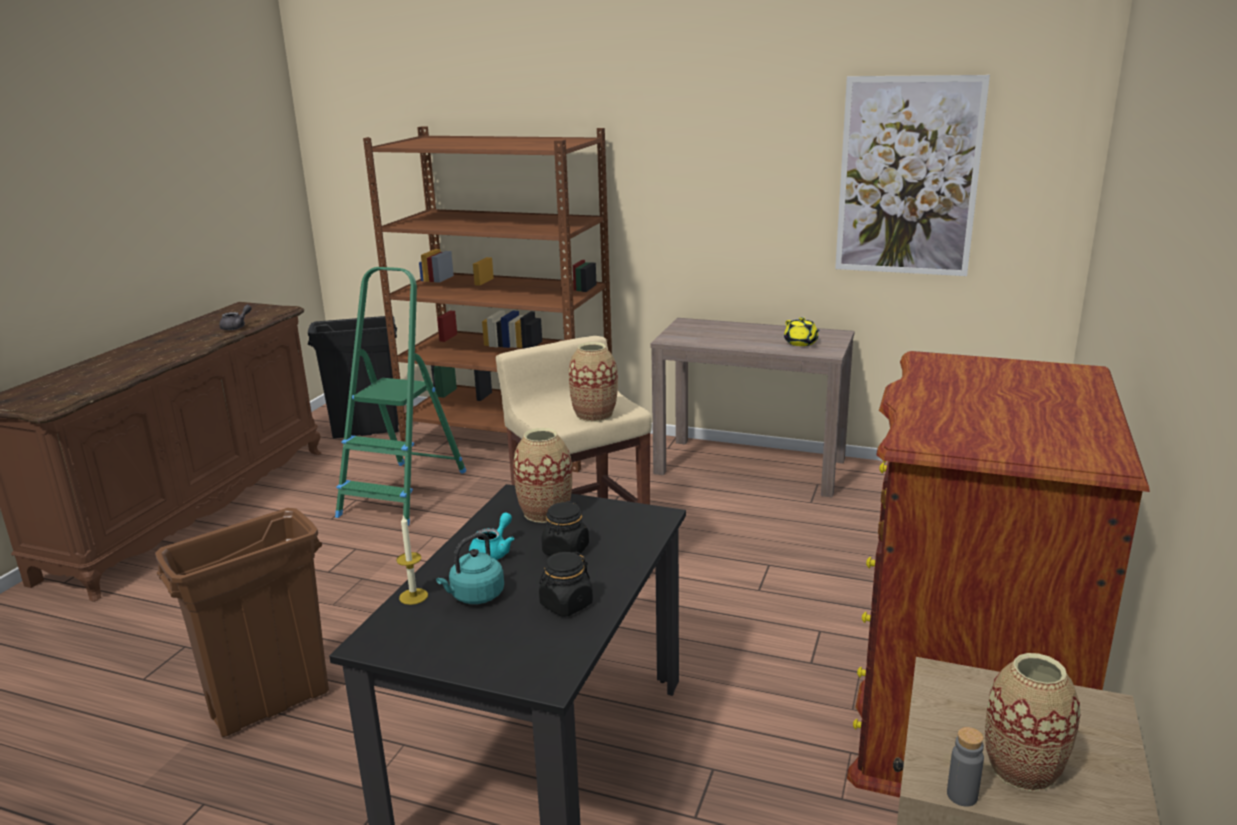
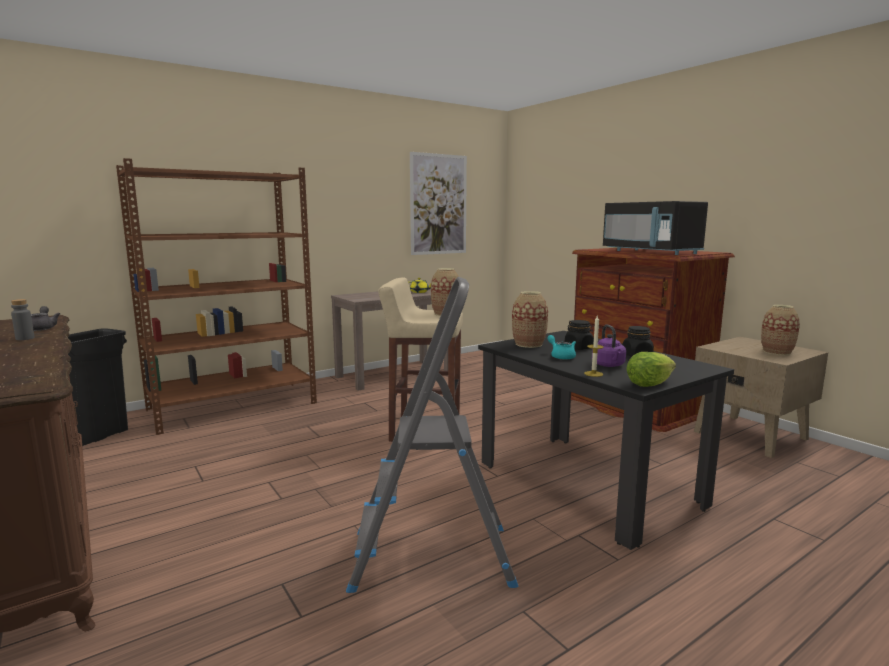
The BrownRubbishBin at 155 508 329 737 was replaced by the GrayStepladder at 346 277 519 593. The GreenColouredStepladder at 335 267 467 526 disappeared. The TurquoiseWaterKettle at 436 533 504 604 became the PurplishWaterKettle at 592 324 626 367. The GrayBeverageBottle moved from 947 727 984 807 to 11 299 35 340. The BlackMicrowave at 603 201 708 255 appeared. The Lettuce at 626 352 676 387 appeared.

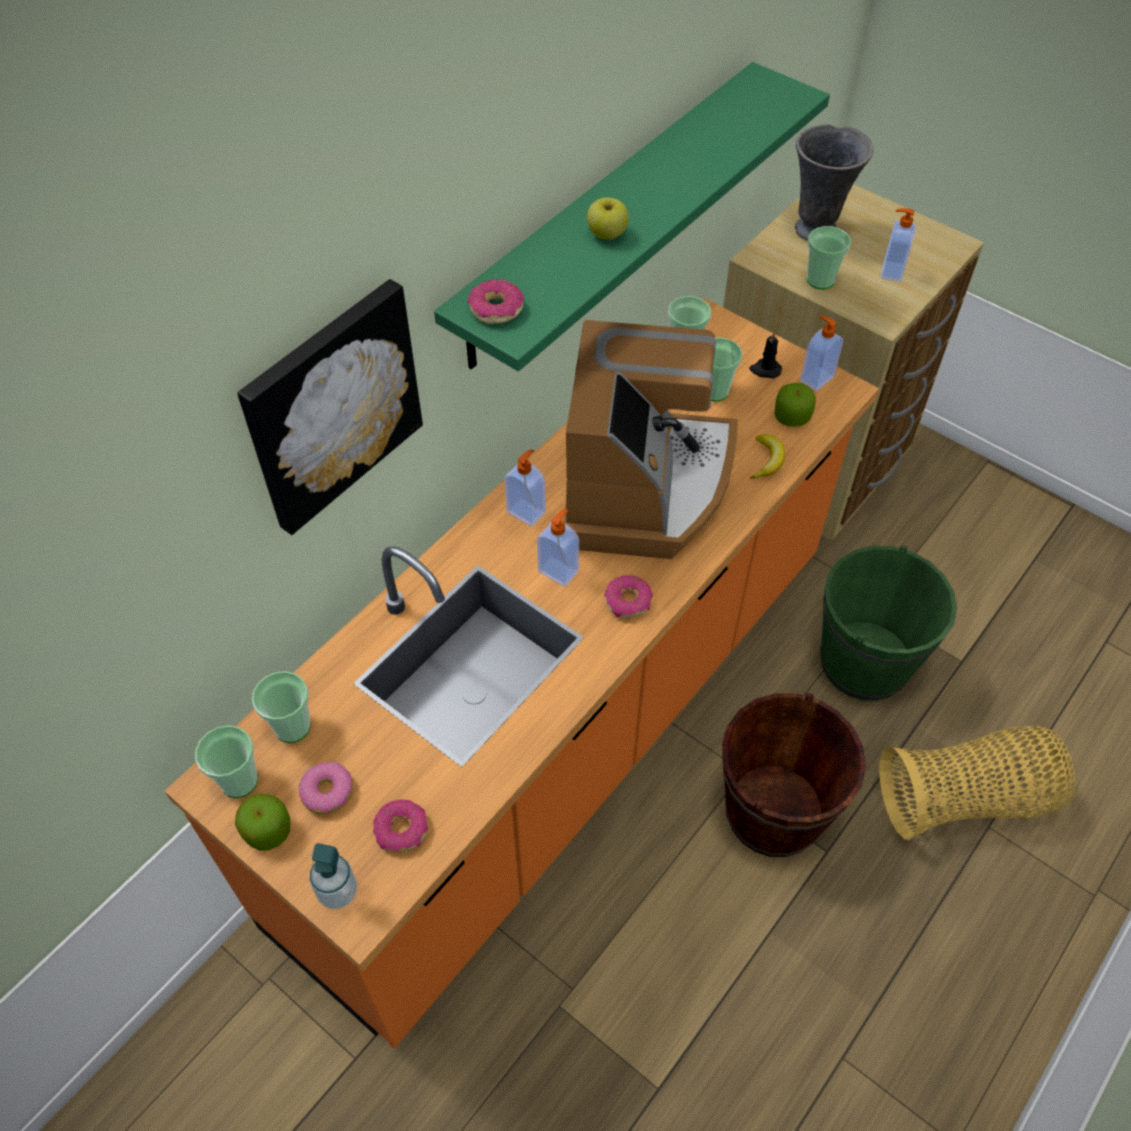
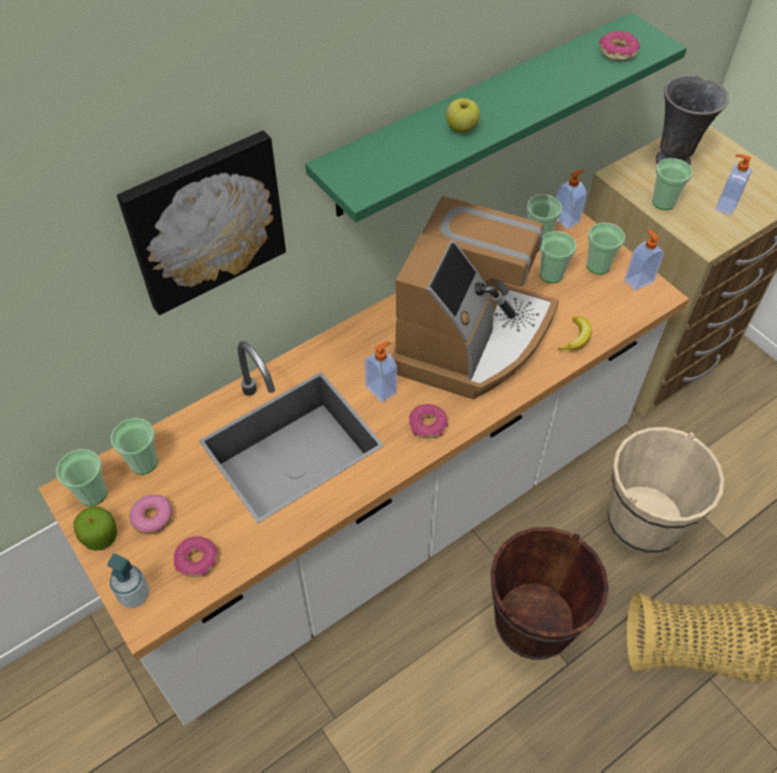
The OrangeyKitchenBaseUnit at 165 297 879 1048 became the WhiteKitchenBaseUnit at 38 212 689 726. The Donut moved from 467 279 524 324 to 599 31 640 61. The LiquidSoapBottle moved from 505 449 546 527 to 556 169 586 229. The BlackWaxCandle at 749 332 782 378 was replaced by the SmallCup at 587 222 625 274. The Apple at 775 383 816 427 disappeared. The GreenColouredPail at 820 545 957 701 became the BeigeColouredPail at 607 427 724 554.

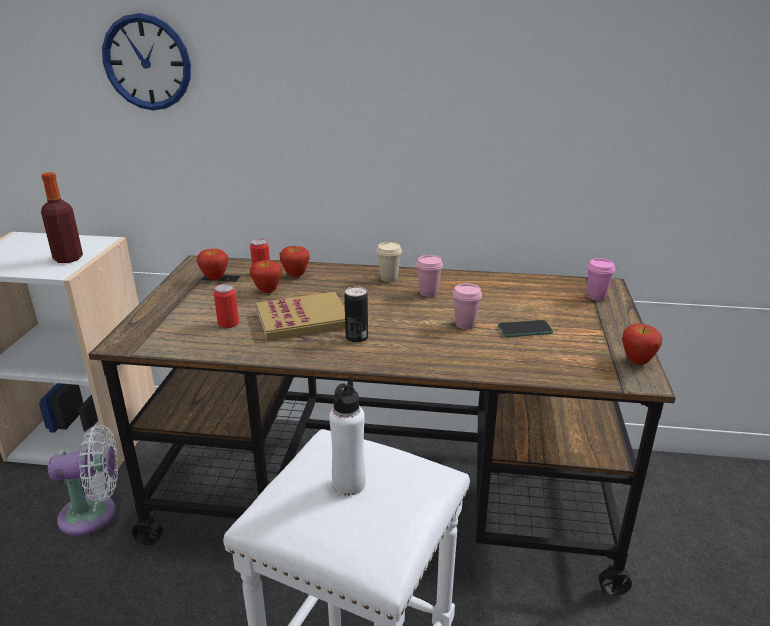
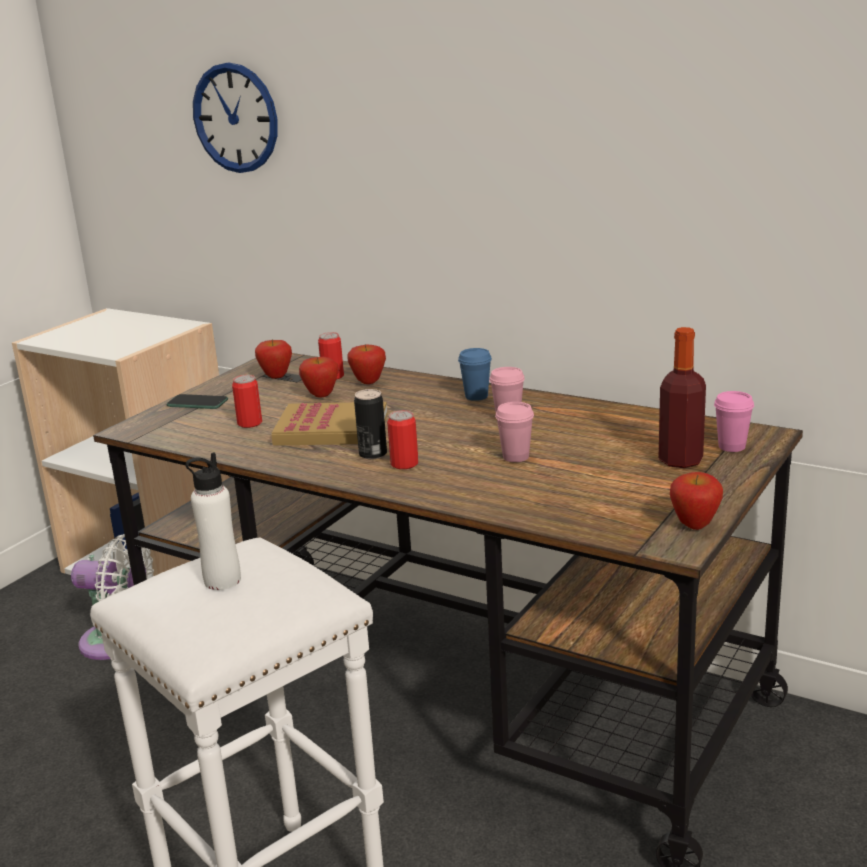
The BeverageBottle moved from 41 172 83 263 to 659 327 706 468. The BeigeColouredSmallCup at 376 242 402 282 became the BlueSmallCup at 458 348 492 401. The Handset moved from 498 320 553 337 to 167 394 228 409. The Can at 387 410 419 469 appeared.

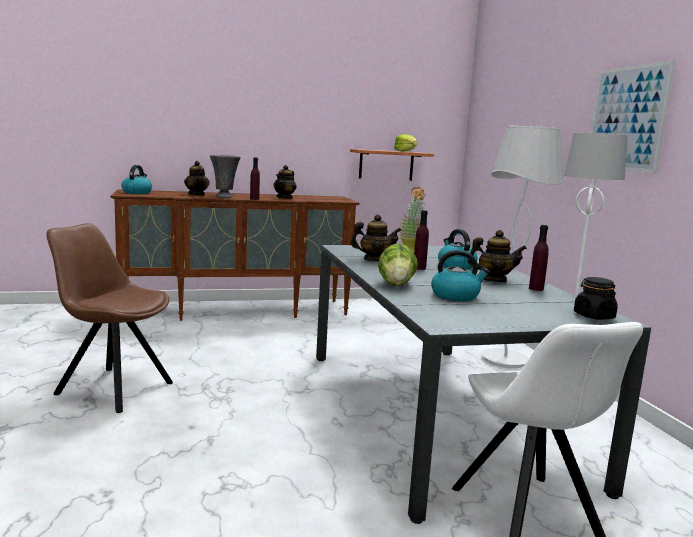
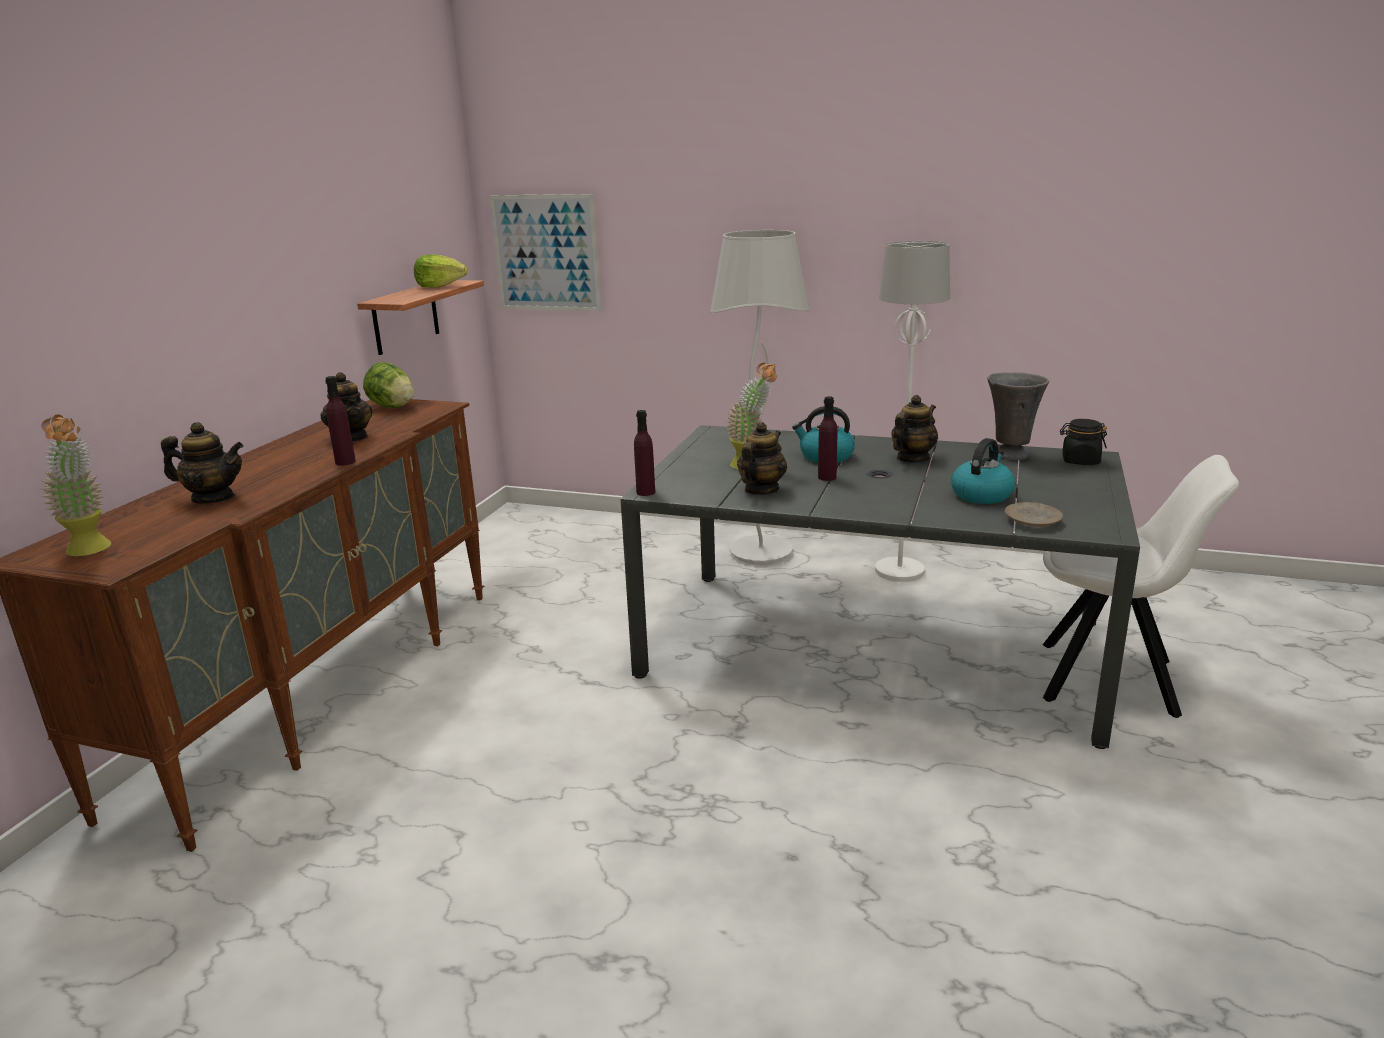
The BrownUprightChair at 46 223 173 413 disappeared. The WaterKettle at 121 165 152 194 was replaced by the PottedPlant at 41 414 111 556. The GrayVase moved from 210 155 241 198 to 987 372 1049 460. The Lettuce moved from 378 243 418 286 to 363 362 414 408. The PurplishBeverageBottle moved from 529 225 549 291 to 634 410 655 496. The WallPicture moved from 591 60 675 173 to 490 194 601 311. The BeigeColouredFlatDish at 1005 502 1063 527 appeared.

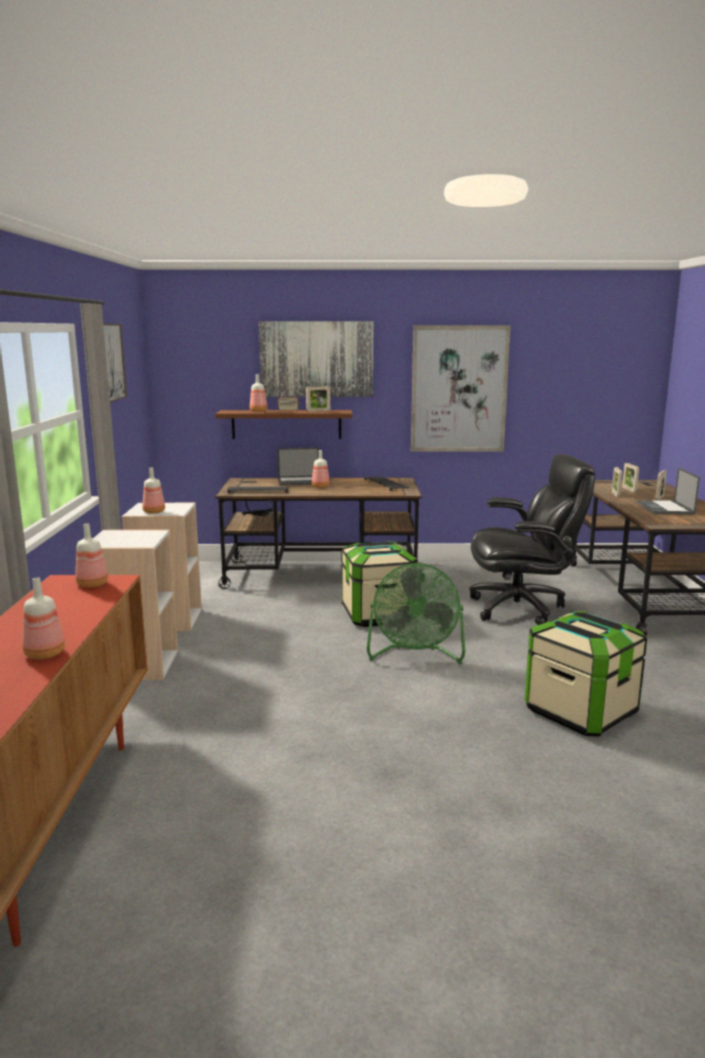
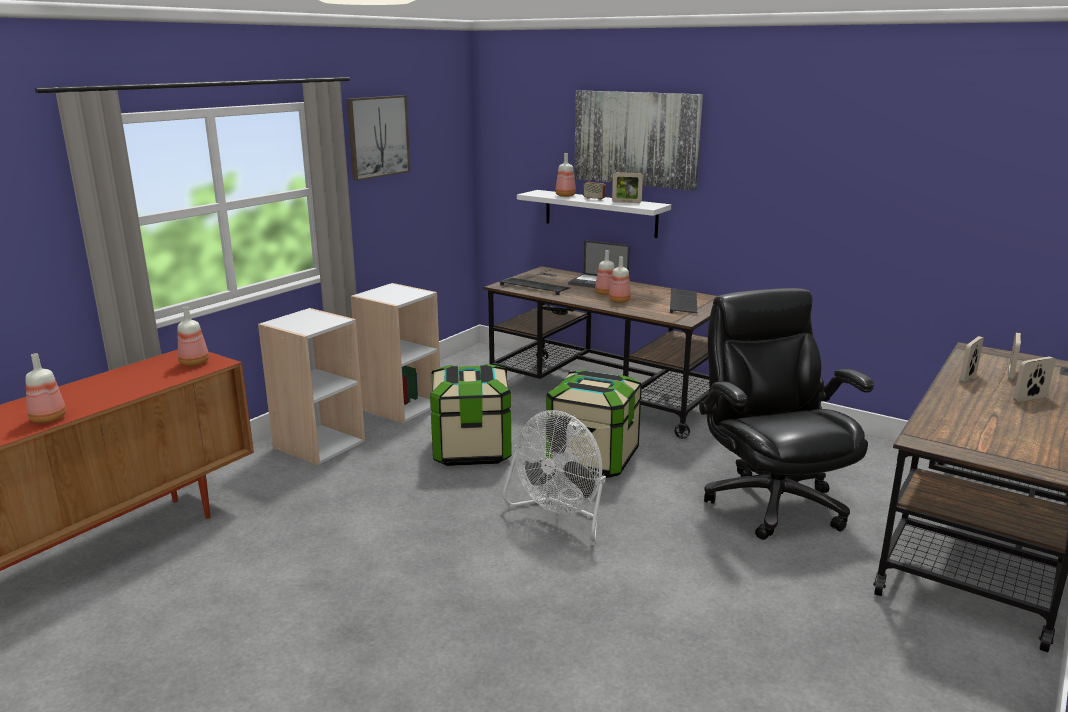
The BeverageBottle moved from 142 468 165 514 to 609 256 631 303. The BrownWallShelf at 215 410 352 439 became the WhiteWallShelf at 517 190 671 238. The GreenColouredFan at 367 563 465 664 became the WhiteFan at 503 410 606 545. The WallPicture at 411 325 511 452 disappeared. The BlackOfficeChair at 469 454 595 625 turned 135 degrees counterclockwise. The StorageBin moved from 525 611 647 737 to 430 364 512 466. The Laptop at 637 467 700 515 disappeared.

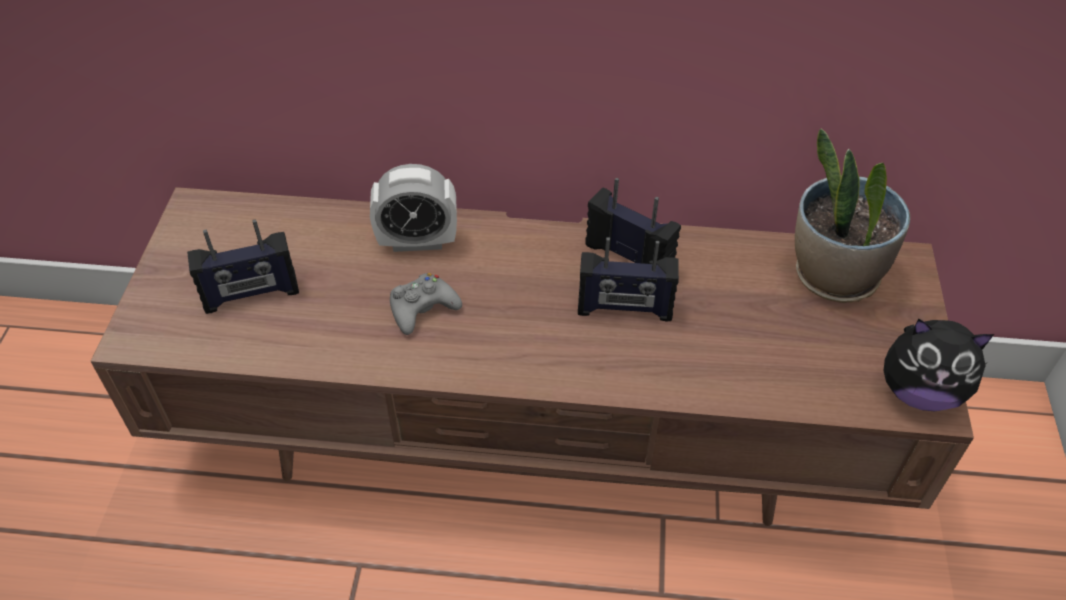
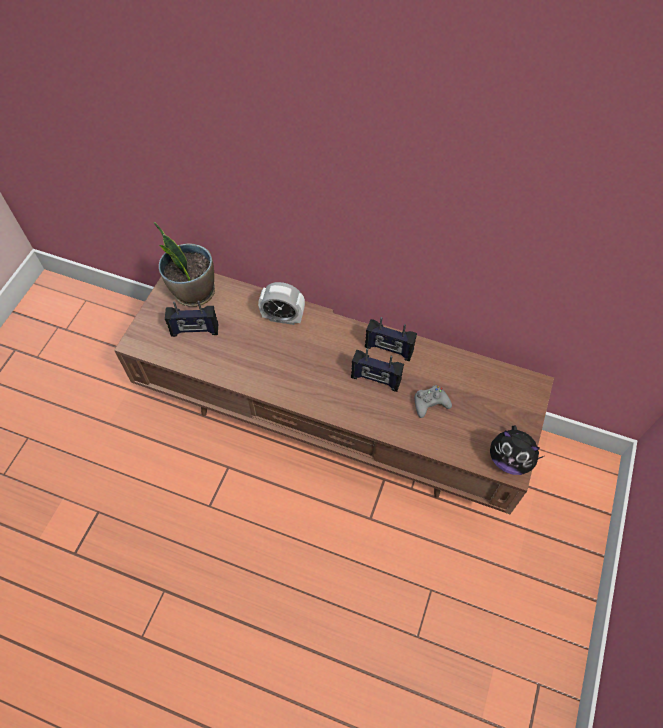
The GrayJoypad moved from 390 273 462 335 to 414 385 452 418. The RadioReceiver at 585 178 681 264 turned 150 degrees clockwise. The PottedPlant moved from 795 129 910 303 to 154 222 215 307.

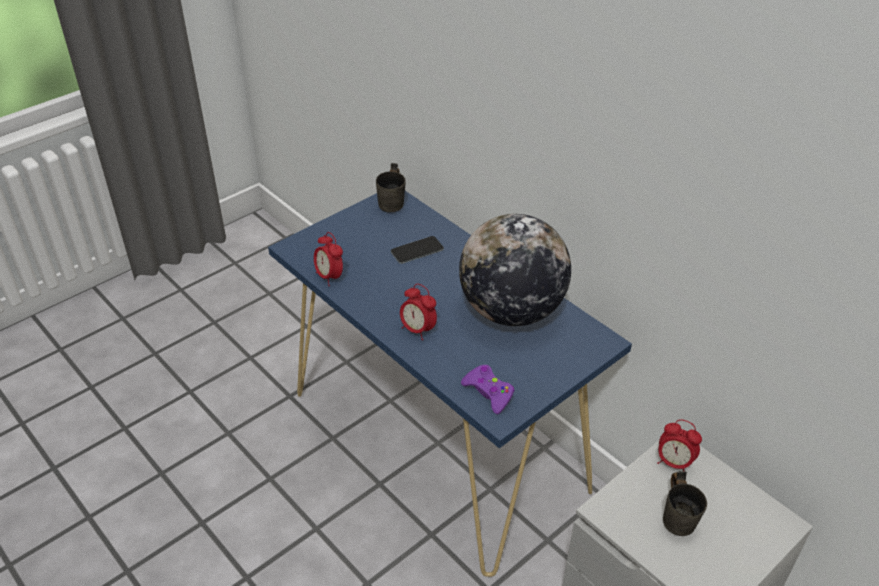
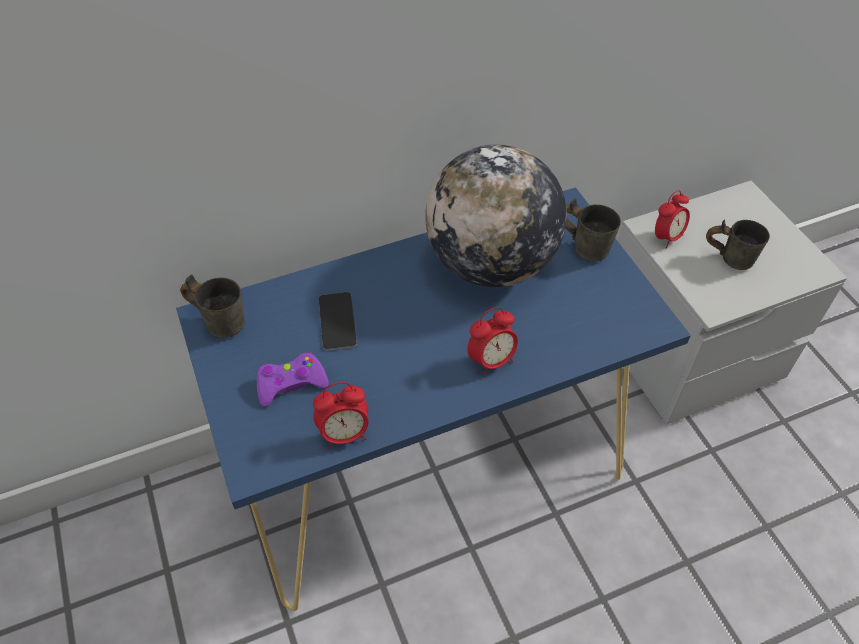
The PurplishJoypad moved from 461 365 514 414 to 257 352 329 407. The GrayCoffeeMug at 565 198 621 261 appeared.

